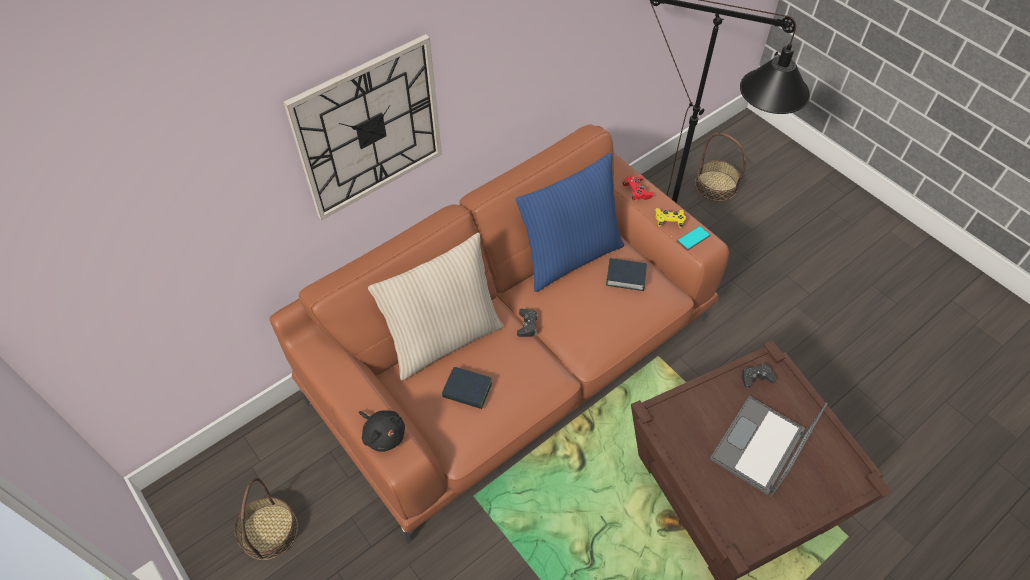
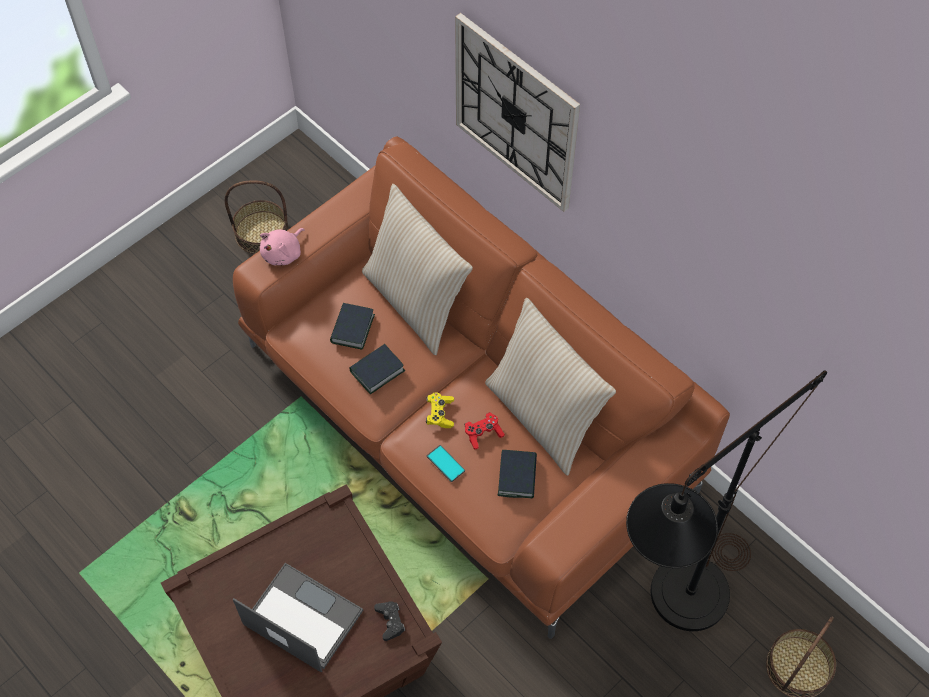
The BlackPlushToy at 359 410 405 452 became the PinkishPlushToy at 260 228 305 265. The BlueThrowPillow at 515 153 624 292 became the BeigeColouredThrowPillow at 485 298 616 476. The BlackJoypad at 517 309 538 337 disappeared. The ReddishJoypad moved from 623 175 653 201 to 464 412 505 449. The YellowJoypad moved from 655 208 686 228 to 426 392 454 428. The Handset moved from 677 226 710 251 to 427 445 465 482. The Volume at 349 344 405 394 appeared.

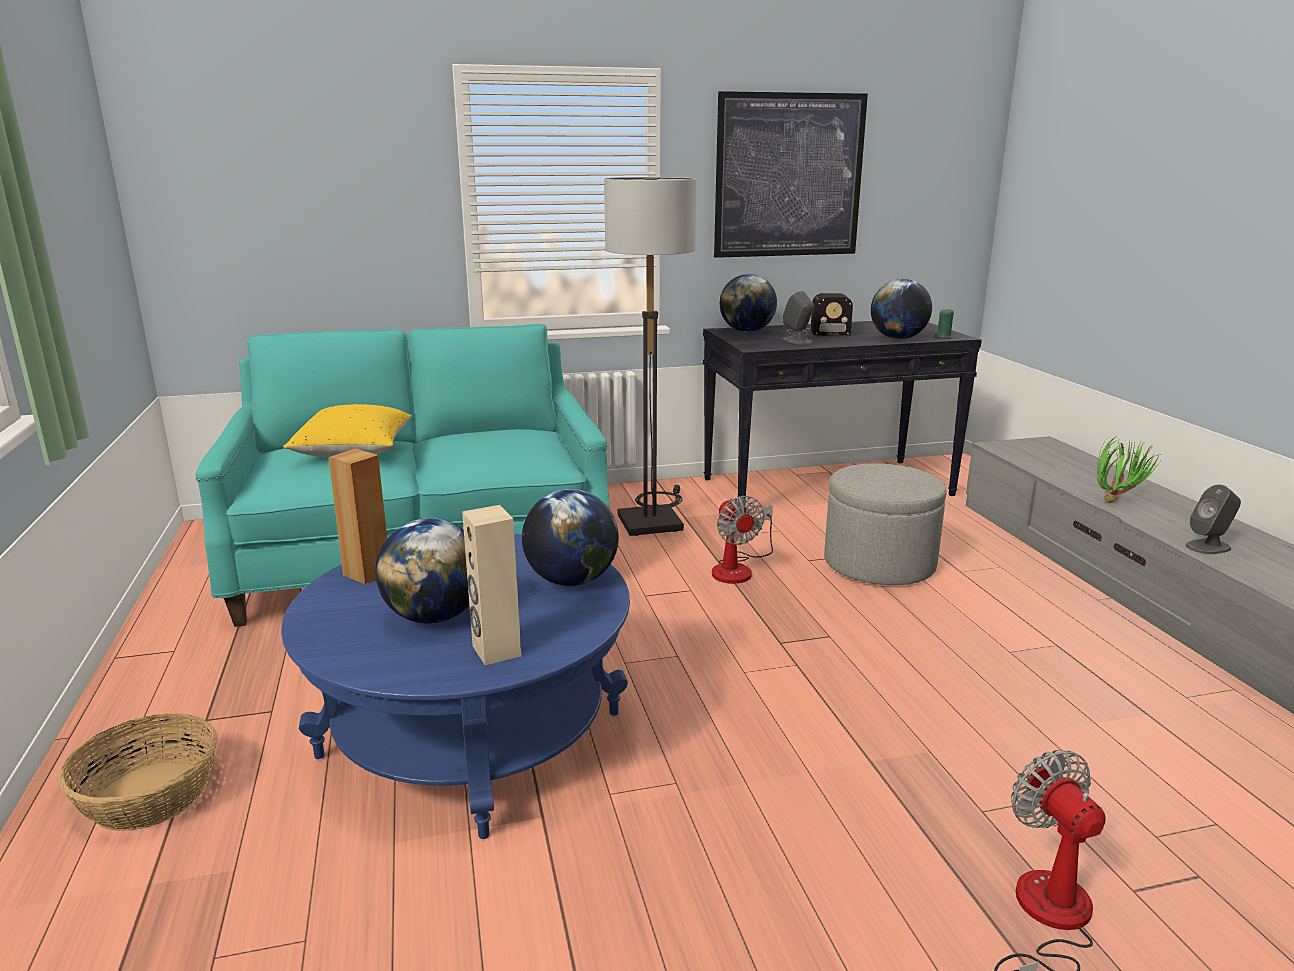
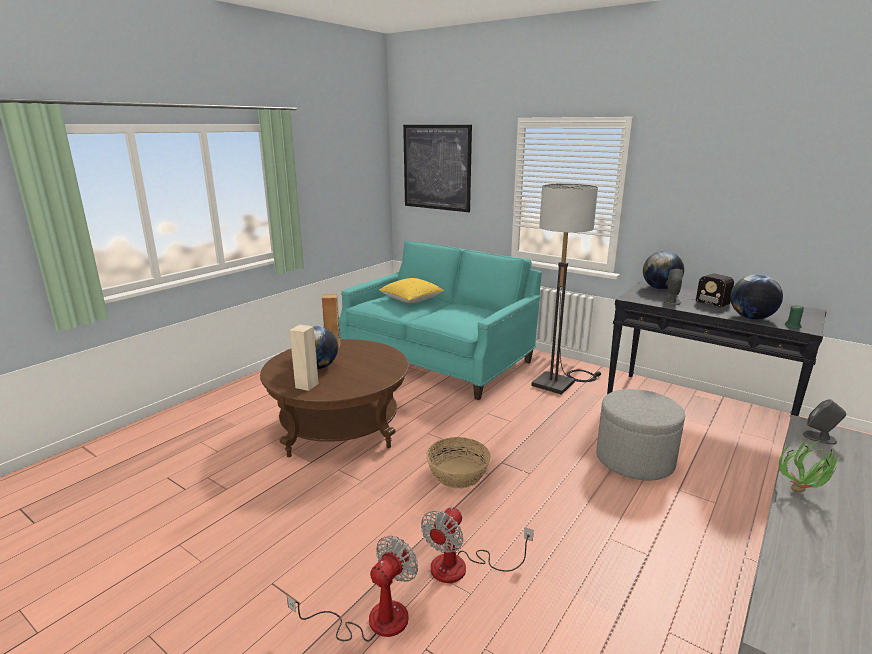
The Basket moved from 59 713 217 831 to 426 437 490 488. The BlueLowTable at 281 534 630 839 became the BrownLowTable at 260 339 409 457. The WorldGlobe at 522 489 619 586 disappeared. The Fan moved from 712 496 773 584 to 421 507 534 583. The WallPicture moved from 714 91 868 258 to 403 125 472 212. The GrayLoudspeaker moved from 1185 485 1241 554 to 803 399 846 445.

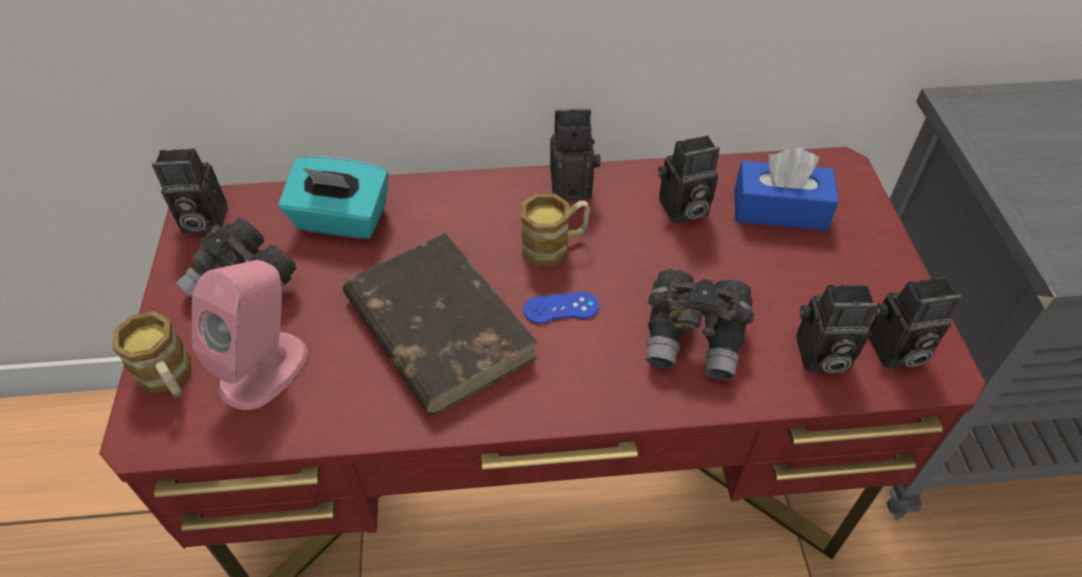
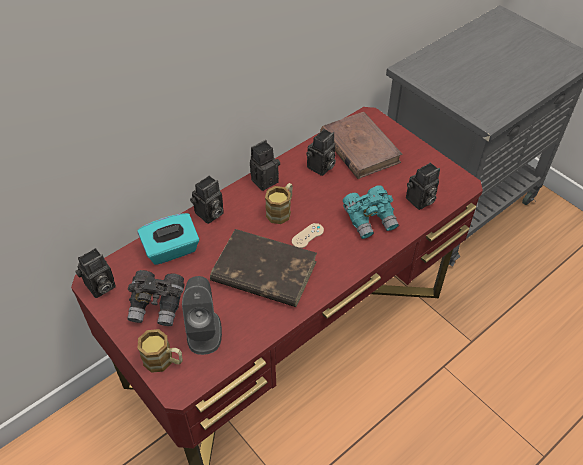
The PinkishLoudspeaker at 192 260 308 410 became the GrayLoudspeaker at 182 276 222 355. The BlueJoypad at 524 292 599 324 became the BeigeColouredJoypad at 292 223 324 248. The GrayFieldGlasses at 646 269 754 380 became the TurquoiseFieldGlasses at 343 186 399 239. The BlueTissueHolder at 734 148 839 231 was replaced by the BrownVolume at 320 112 402 179. The StillCamera moved from 868 277 962 368 to 190 176 224 224.

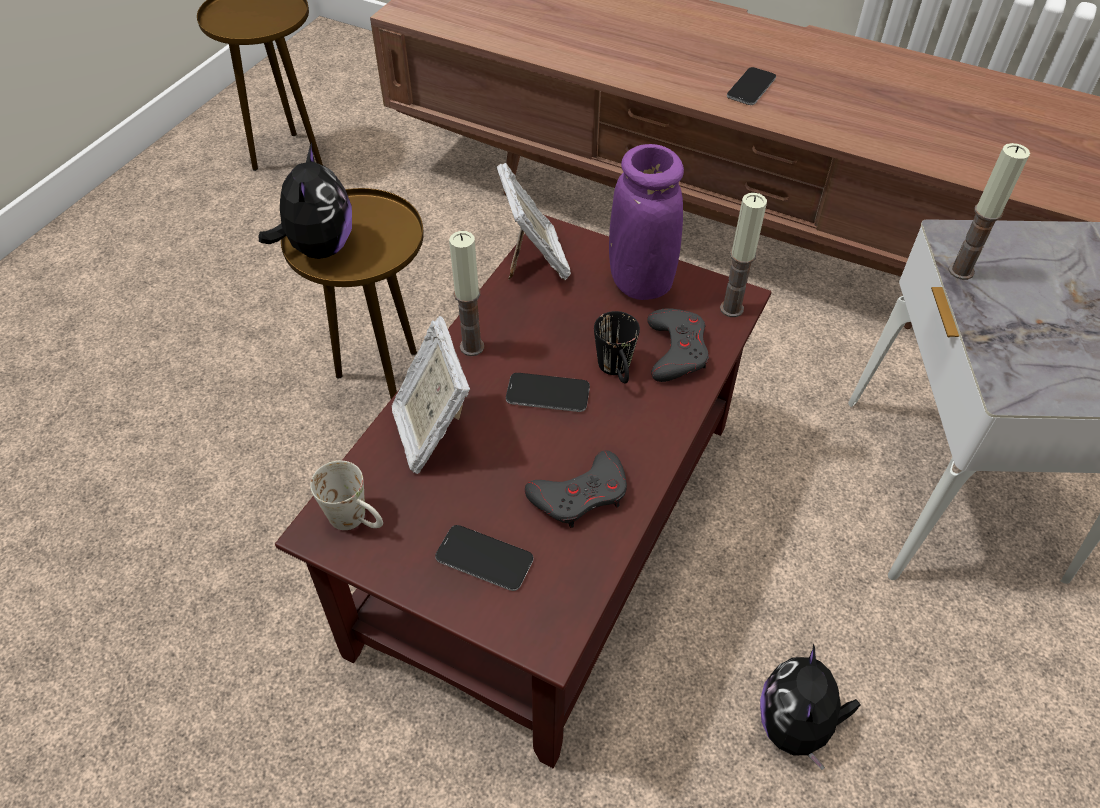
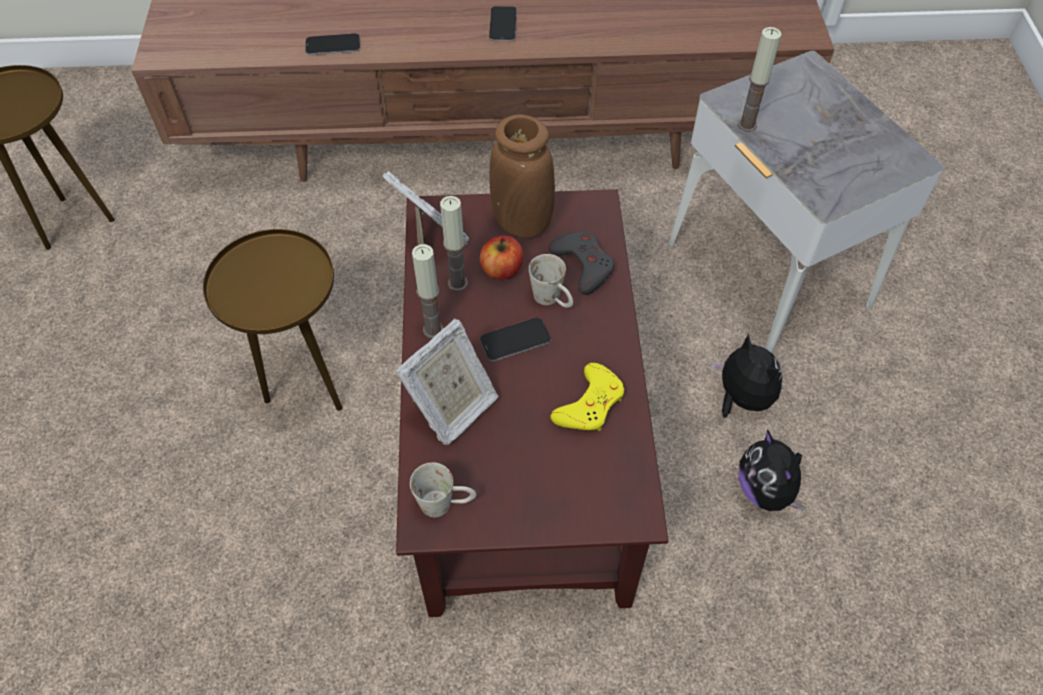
The PlushToy moved from 259 143 352 259 to 712 334 783 418. The PictureFrame at 391 316 470 474 turned 90 degrees counterclockwise. The Handset moved from 435 525 534 591 to 305 33 360 55. The GrayJoypad at 525 450 627 528 became the YellowJoypad at 550 363 624 431. The BlackCoffeeMug at 594 311 640 384 became the WhiteCoffeeMug at 529 254 573 308. The PurplishVase at 609 144 684 300 became the BrownVase at 489 115 555 238. The WaxCandle moved from 720 193 767 317 to 440 196 468 291. The Apple at 480 235 523 279 appeared.

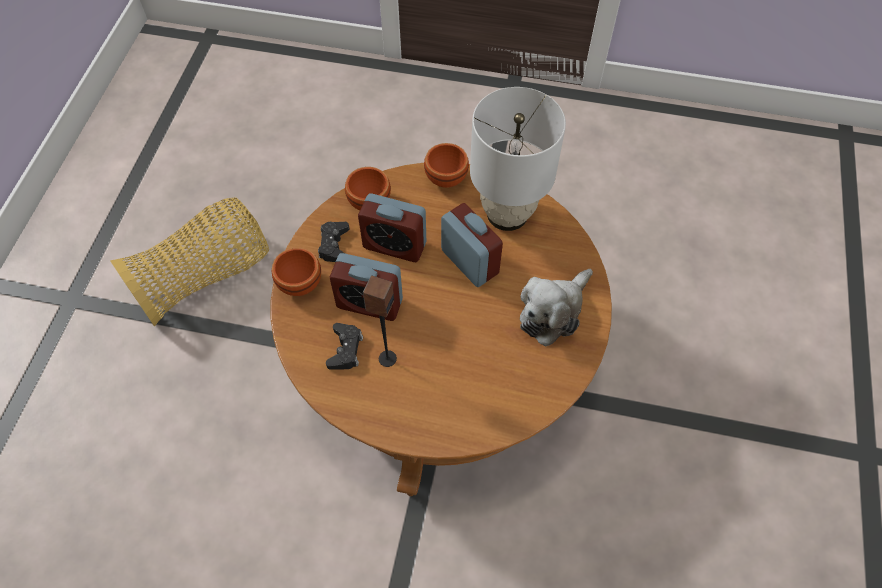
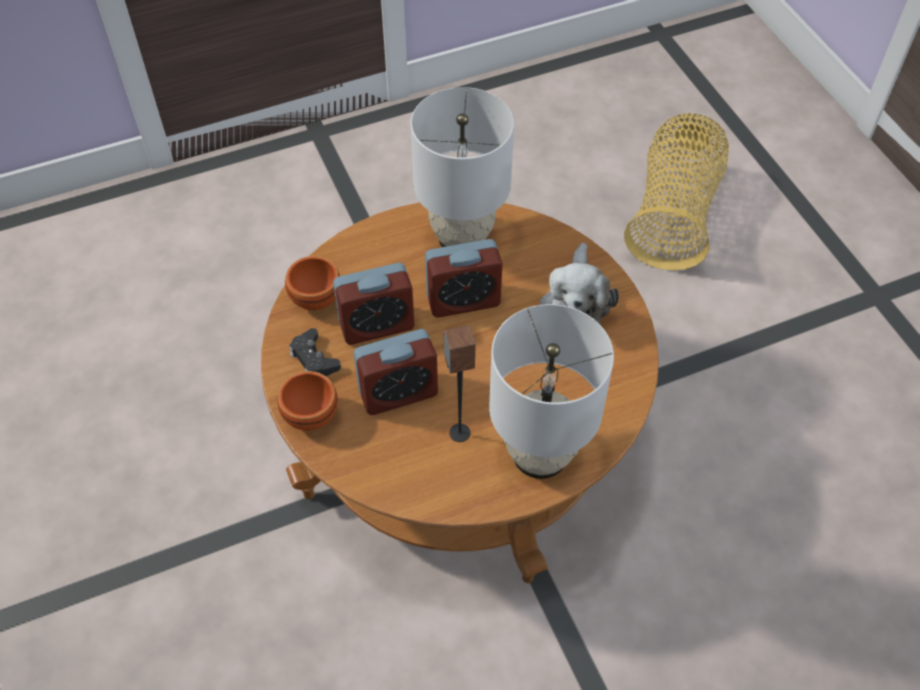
The Basket moved from 110 197 269 326 to 624 113 729 271. The BlackJoypad at 326 323 363 370 disappeared. The BrownDeepDish at 424 143 469 188 disappeared. The TableClock at 441 203 503 287 turned 150 degrees clockwise. The WhiteTabletopLamp at 489 304 614 479 appeared.

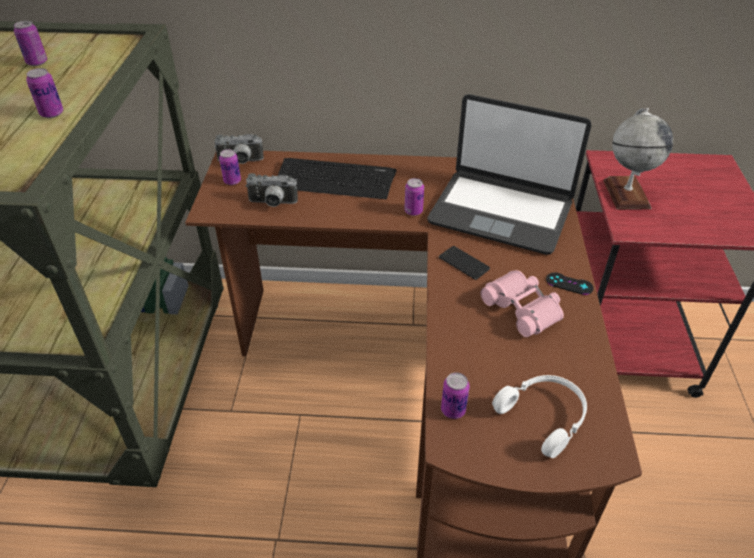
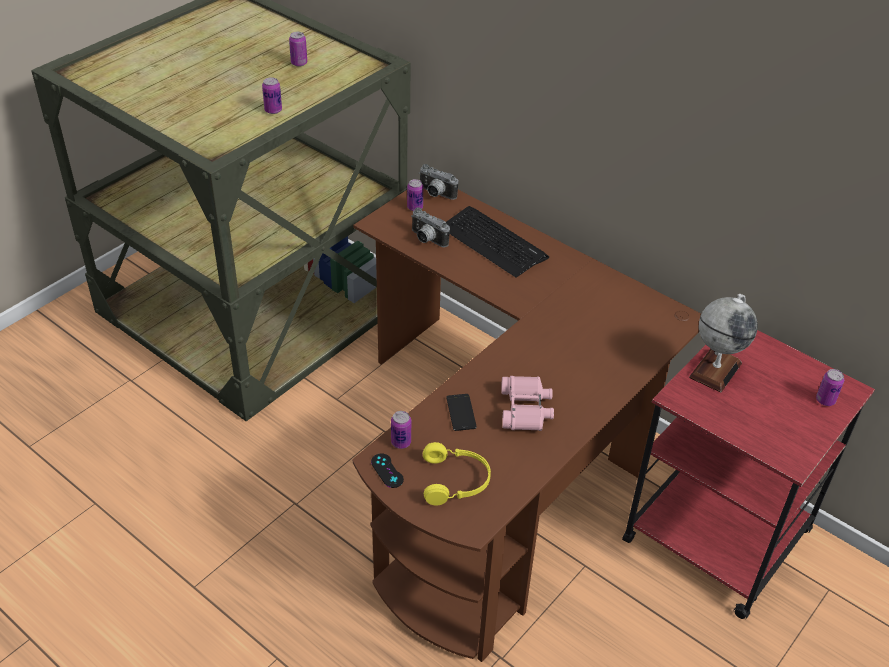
The Can moved from 404 178 424 216 to 816 369 844 406. The Laptop at 428 94 592 255 disappeared. The Handset moved from 439 246 490 280 to 446 394 477 431. The WhitePairOfHeadphones at 492 375 587 458 became the YellowPairOfHeadphones at 423 442 491 506. The BlackJoypad moved from 546 272 594 295 to 371 453 404 488.

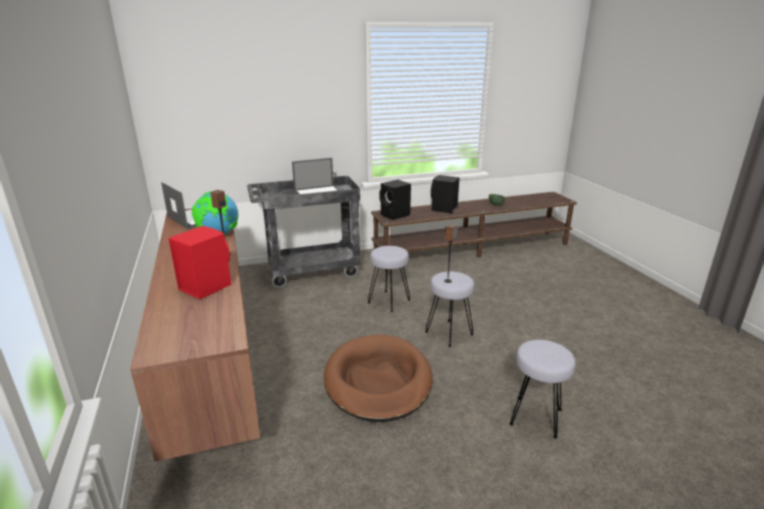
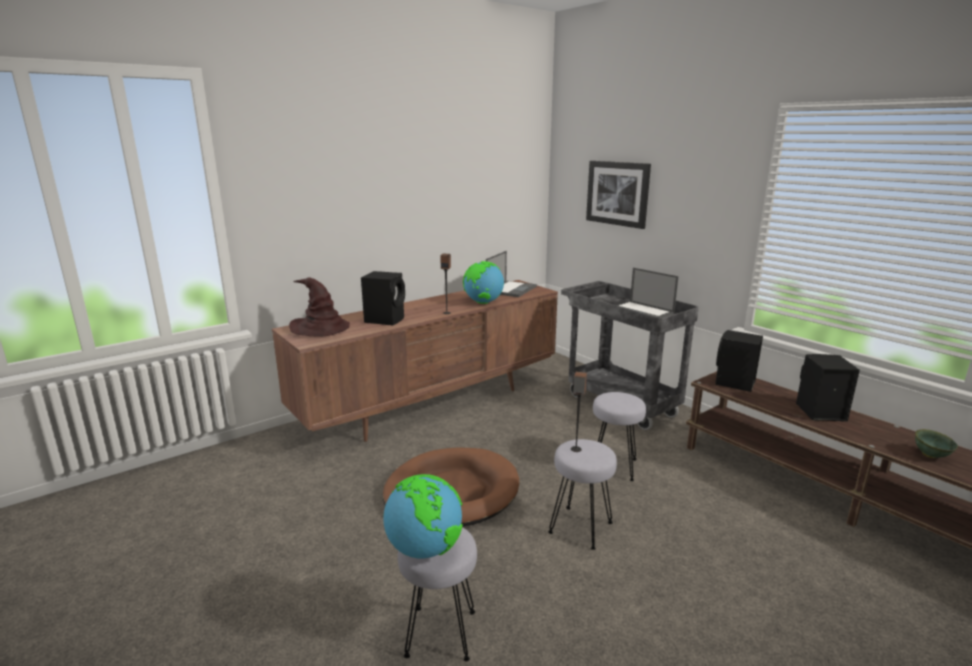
The ReddishLoudspeaker at 168 226 232 299 became the BlackLoudspeaker at 361 271 405 325. The BrownHat at 289 277 350 336 appeared. The WorldGlobe at 383 474 463 559 appeared. The WallPicture at 586 161 651 229 appeared.

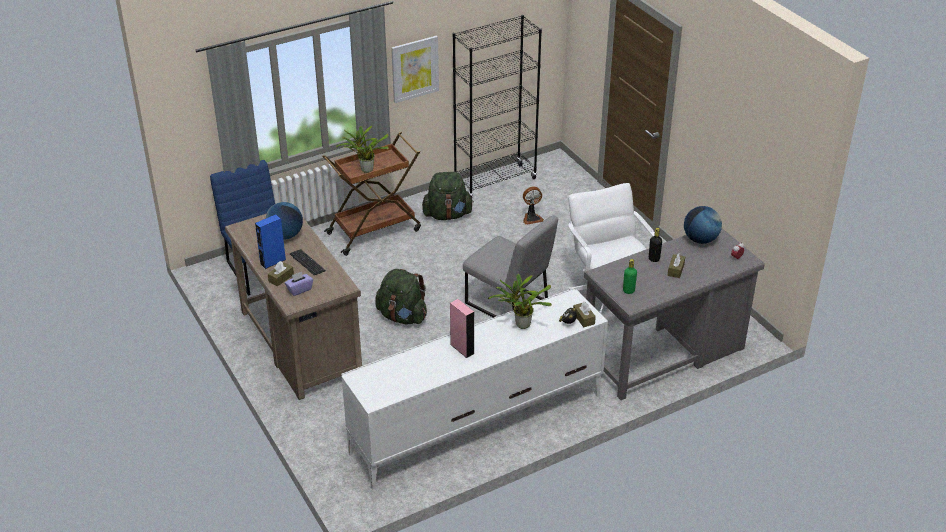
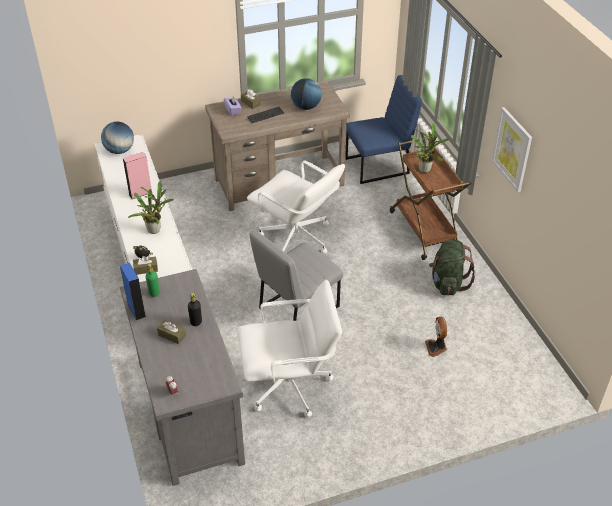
The BlueLoudspeaker moved from 255 214 286 269 to 120 263 146 320. The GreenColouredRucksack at 375 269 427 324 was replaced by the WhiteOfficeChair at 247 160 345 254. The BlackShelvingUnit at 453 15 542 198 disappeared. The WorldGlobe moved from 684 206 722 244 to 101 122 134 154.

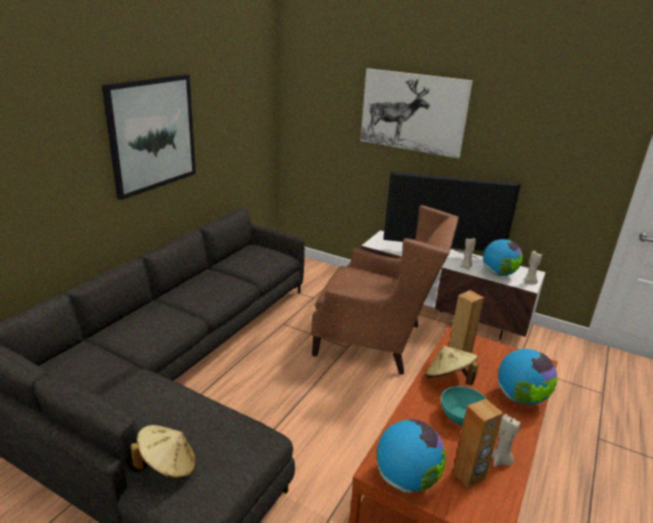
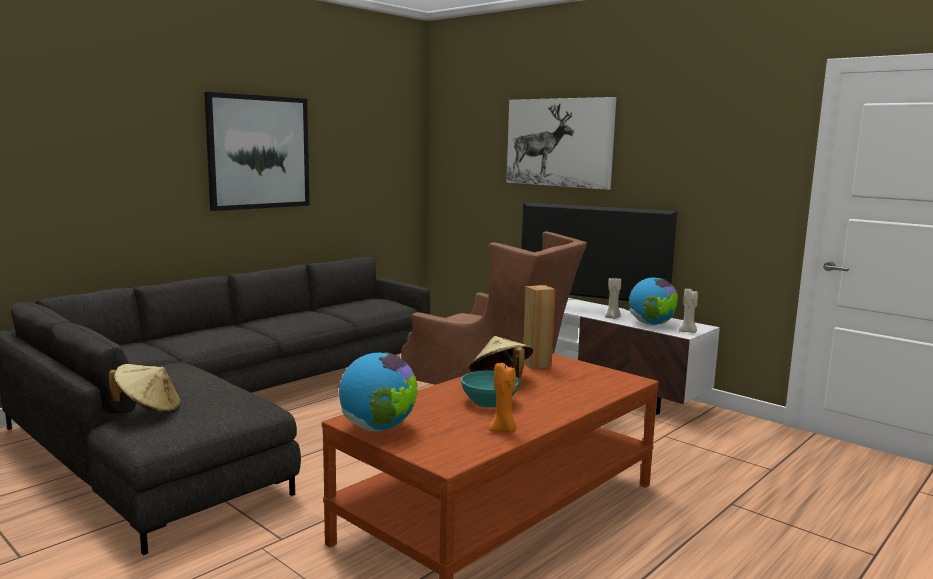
The BrownLoudspeaker at 452 399 503 489 disappeared. The BeigeColouredWaxCandle at 492 414 521 467 became the OrangeyWaxCandle at 489 362 517 432. The WorldGlobe at 498 349 557 405 disappeared.

